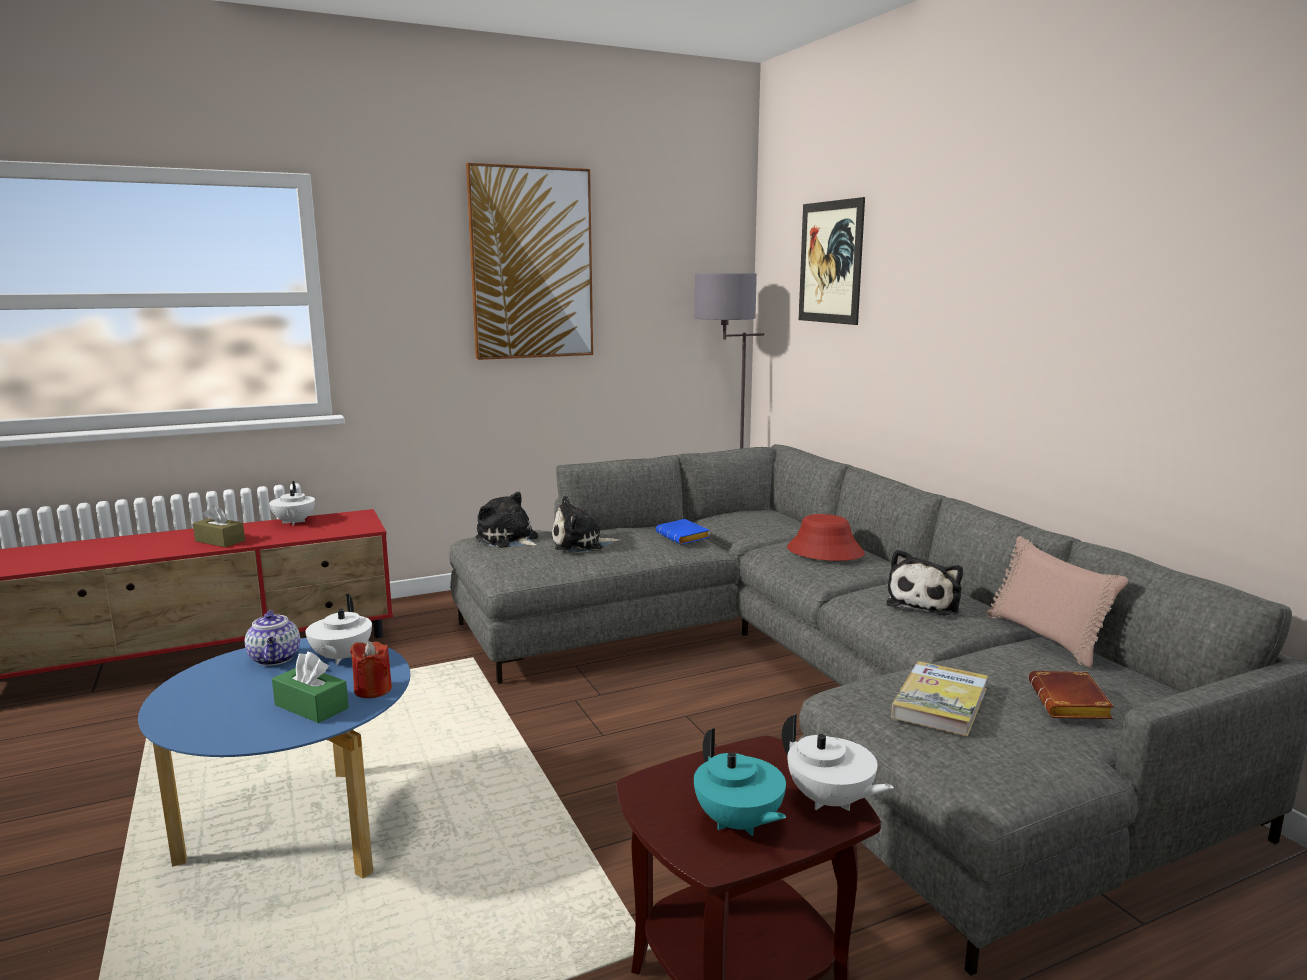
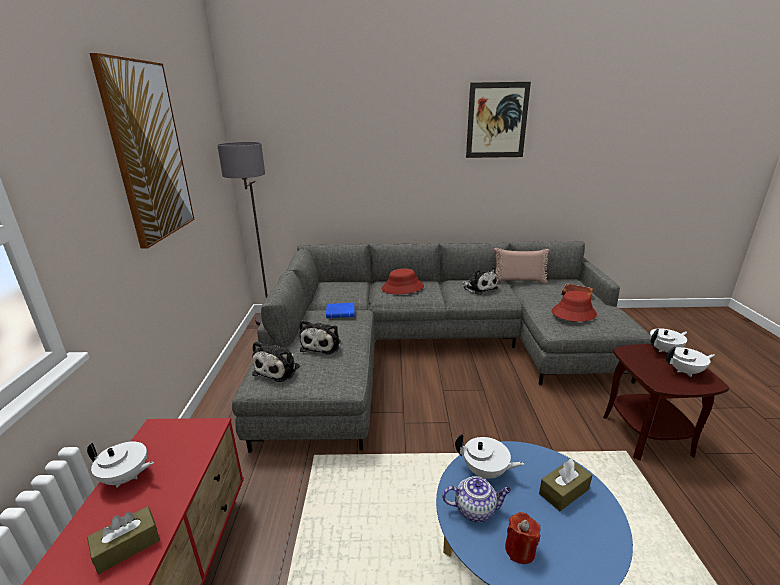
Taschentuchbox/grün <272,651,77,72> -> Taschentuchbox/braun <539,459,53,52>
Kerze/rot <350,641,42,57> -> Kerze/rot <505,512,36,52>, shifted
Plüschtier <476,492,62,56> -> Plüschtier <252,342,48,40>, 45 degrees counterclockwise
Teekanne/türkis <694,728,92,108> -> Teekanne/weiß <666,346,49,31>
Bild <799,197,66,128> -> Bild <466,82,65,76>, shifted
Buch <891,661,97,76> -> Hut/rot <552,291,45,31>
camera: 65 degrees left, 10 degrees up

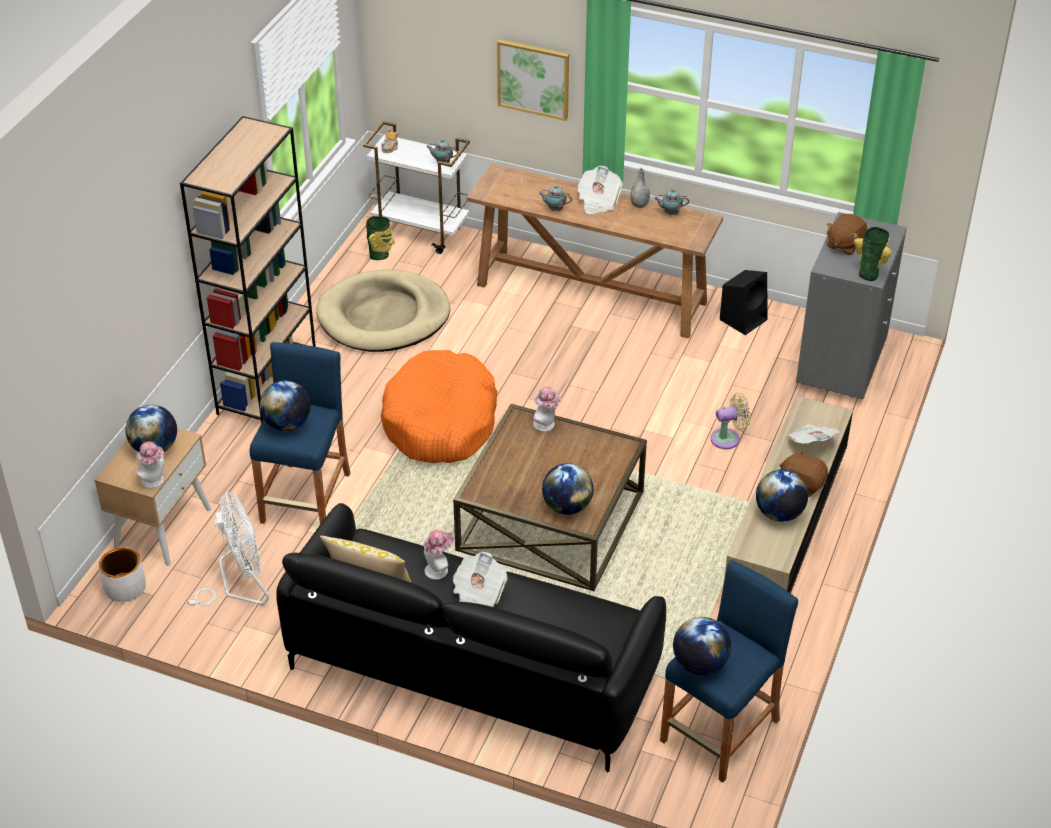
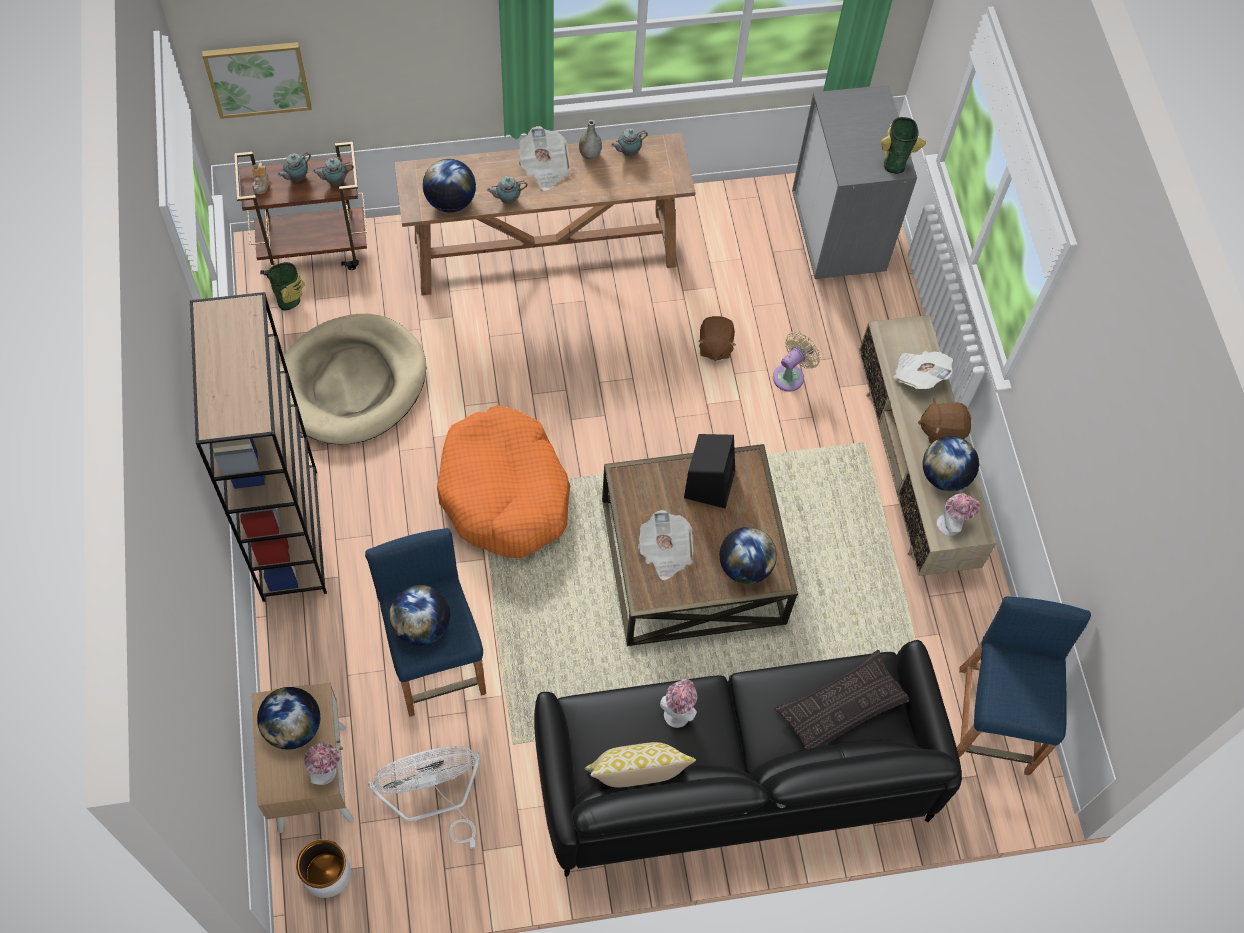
Ventilator/weiß <187,492,82,114> -> Ventilator/weiß <368,746,112,104>, 60 degrees counterclockwise
Rollwagen/weiß <363,121,107,133> -> Rollwagen/braun <234,142,133,137>
Zeitung <453,552,54,55> -> Zeitung <638,510,55,70>, shifted
Bild <497,39,72,82> -> Bild <202,42,110,77>, shifted
Hut <533,387,29,45> -> Hut <937,493,43,43>, shifted
Globus <673,617,58,58> -> Globus <423,159,53,53>, shifted
Lautsprecher/schwarz <720,270,48,65> -> Lautsprecher/schwarz <684,434,51,74>, shifted
Plüschtier/braun <826,214,41,41> -> Plüschtier/braun <698,316,38,45>, shifted
none -> Teekanne <278,152,33,29>
none -> Kissen <774,650,135,99>
camera: 35 degrees left, 20 degrees up

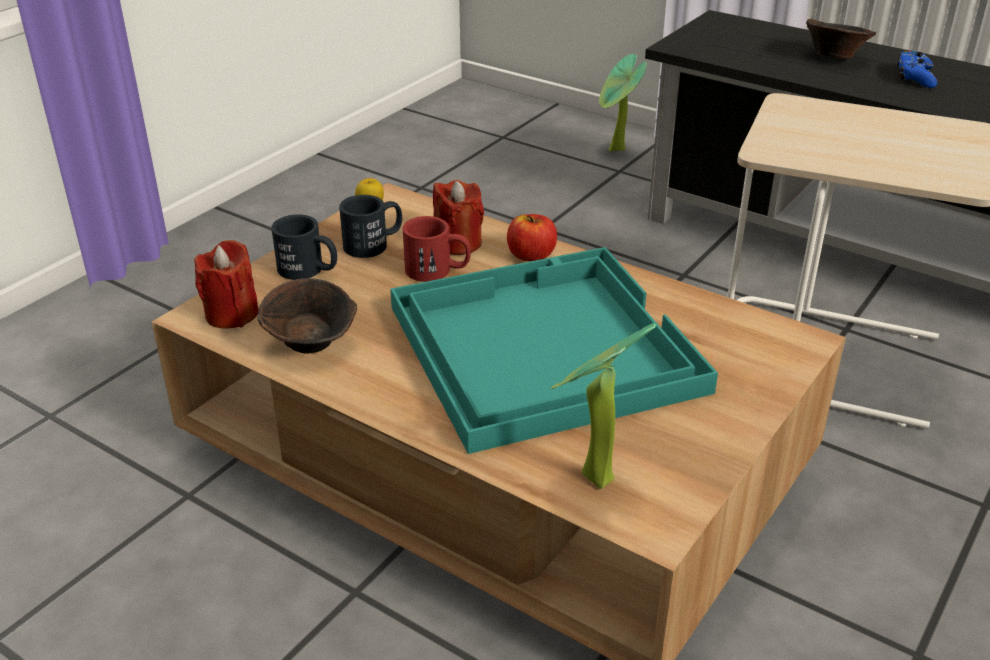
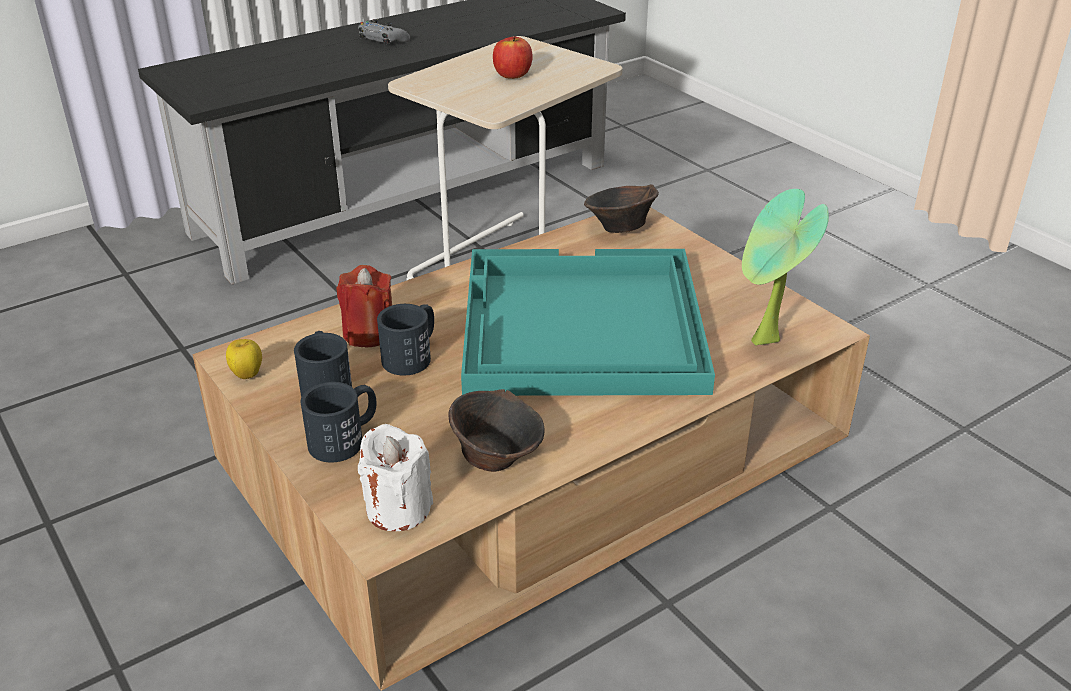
Kerze/rot <194,240,65,88> -> Kerze/weiß <358,424,75,107>
Henkelbecher/rot <402,216,69,66> -> Henkelbecher/schwarz <377,304,57,72>
Apfel <507,214,50,48> -> Apfel <493,36,40,43>, shifted
Topfpflanze <599,54,48,98> -> none
Schüssel/braun <806,19,70,40> -> Schüssel/braun <584,184,75,49>, shifted
Gamepad/blau <897,50,40,38> -> Gamepad/grau <358,19,52,26>
camera: 70 degrees left, 0 degrees up

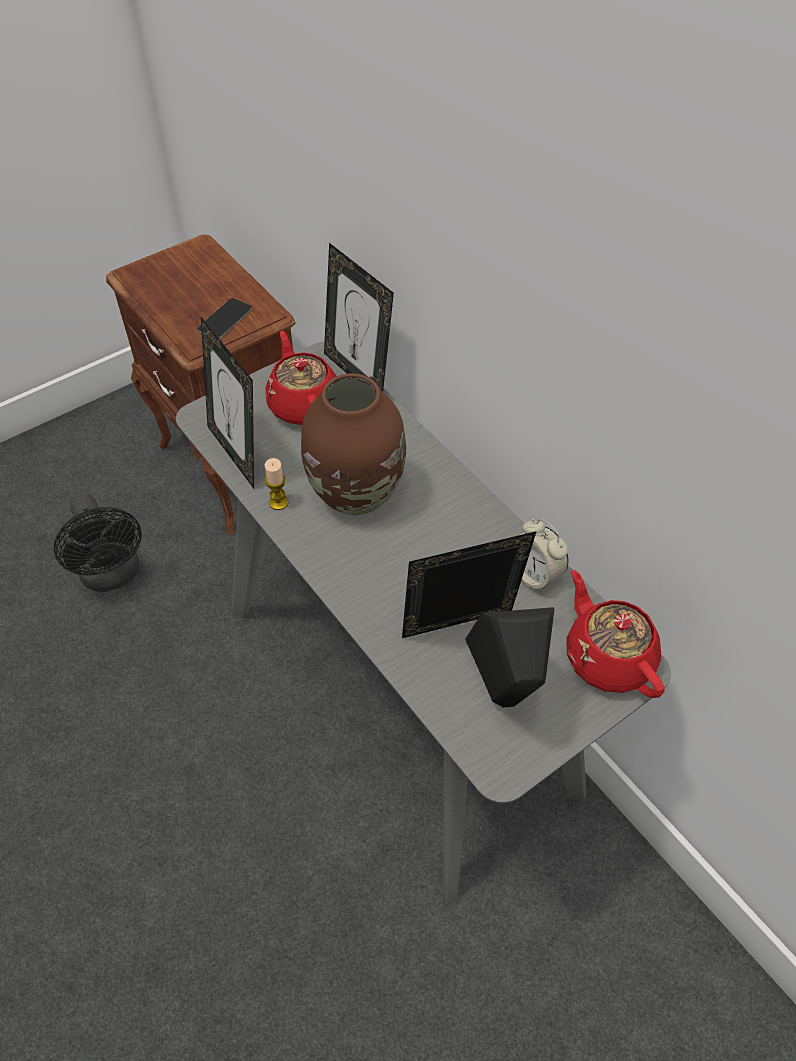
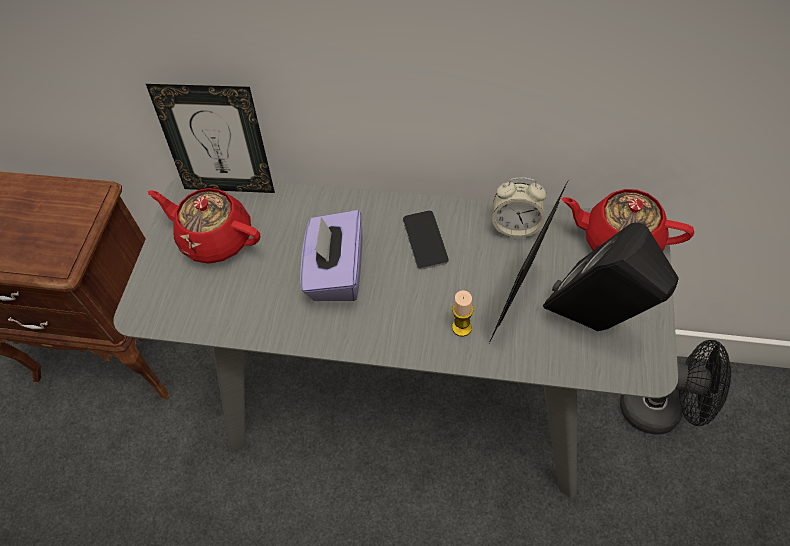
Ventilator/schwarz <54,494,88,98> -> Ventilator/schwarz <620,340,111,94>, shifted
Handy <197,298,55,41> -> Handy <403,211,46,58>, shifted
Bilderrahmen <201,317,53,172> -> none
Kerze <265,458,23,52> -> Kerze <452,290,22,47>, shifted
Vase/braun <301,373,105,142> -> Taschentuchbox/lila <300,210,62,91>
camera: 40 degrees left, 5 degrees up

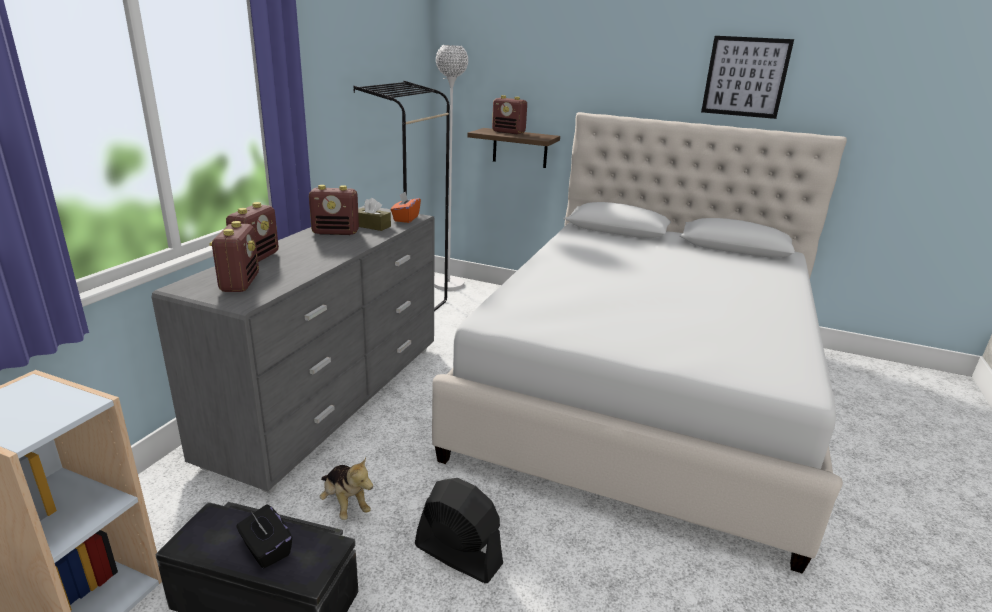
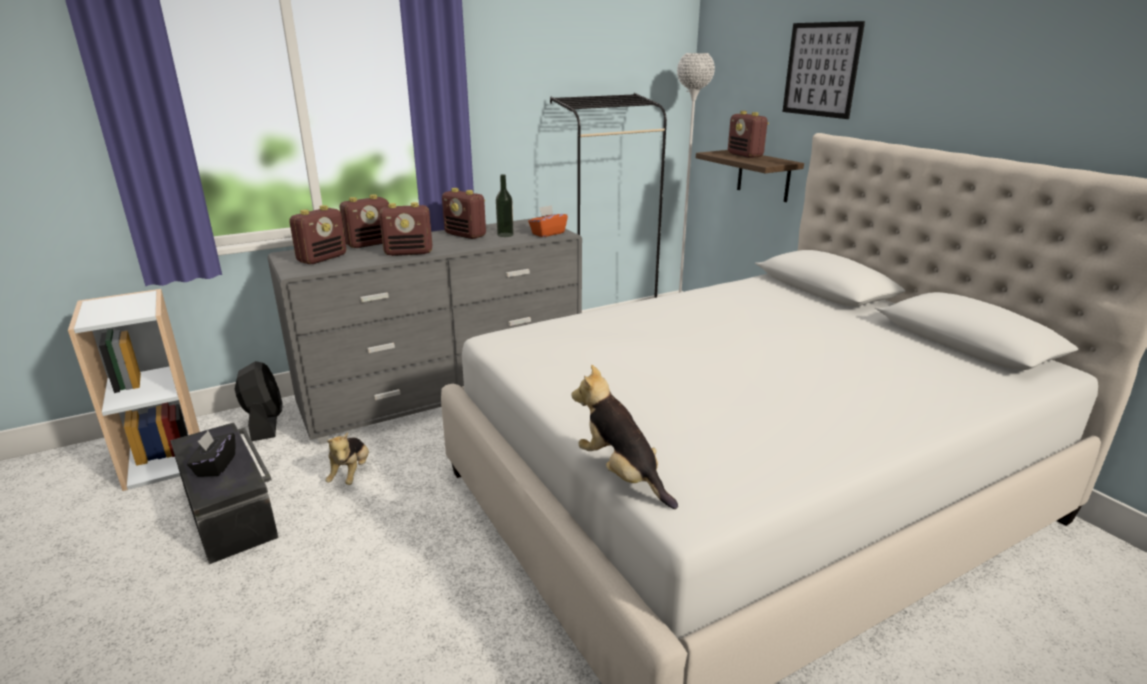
Taschentuchbox/braun <358,198,33,33> -> Flasche <496,174,18,63>
Ventilator/schwarz <415,478,88,105> -> Ventilator/schwarz <235,361,48,80>, shifted
Bild <701,36,93,83> -> Bild <782,21,83,98>, shifted
none -> Radio <379,202,53,54>
none -> Plüschtier <571,365,107,144>
camera: 40 degrees right, 0 degrees up

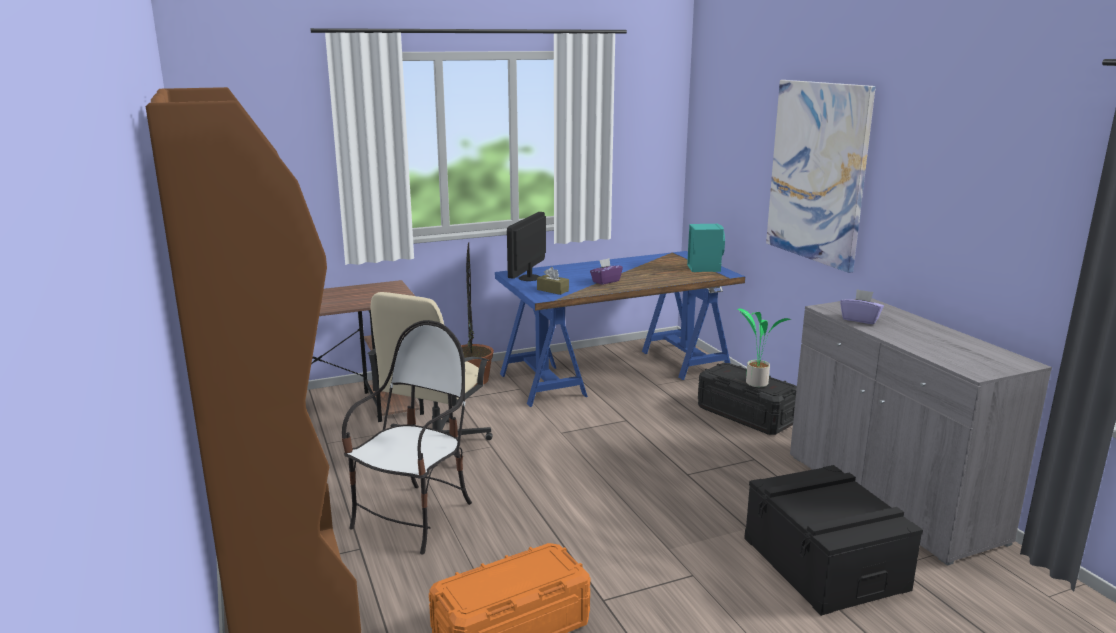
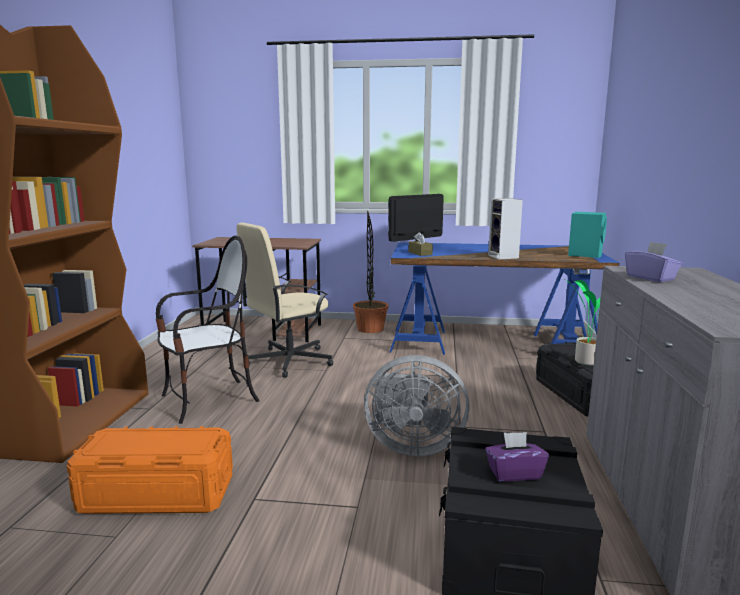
Taschentuchbox/lila <590,258,33,27> -> Taschentuchbox/lila <485,432,64,50>, shifted
Bild <766,80,110,193> -> none
none -> Ventilator/grau <364,355,106,101>
none -> Lautsprecher <488,198,35,61>
camera: 30 degrees right, 5 degrees down

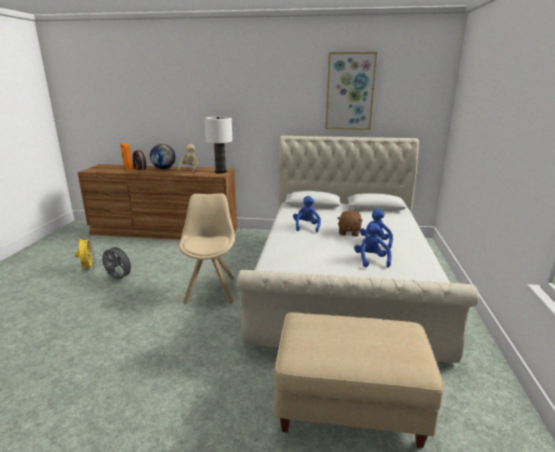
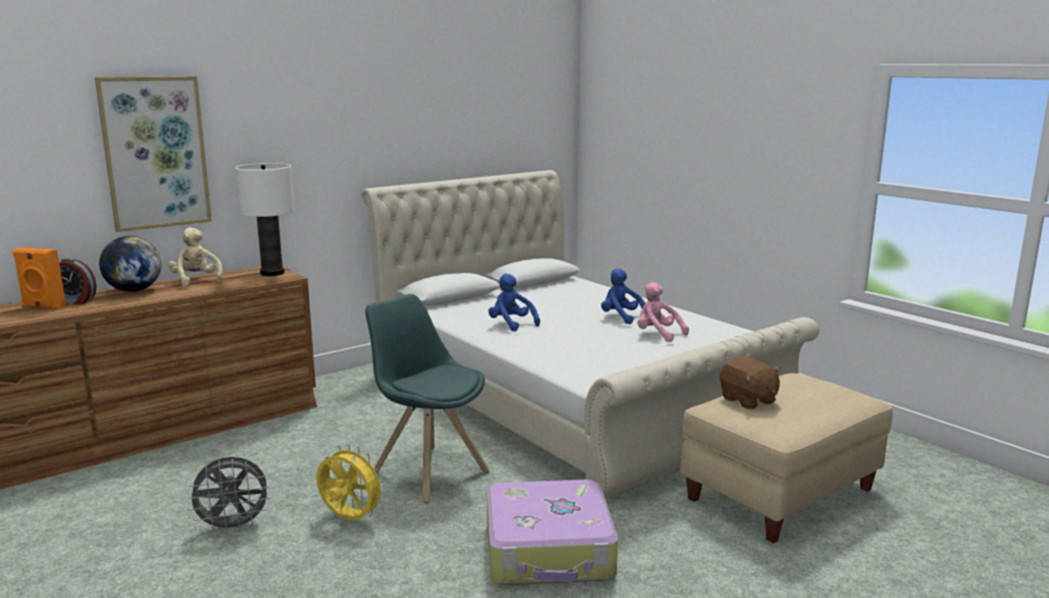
Ventilator/gelb <75,236,20,33> -> Ventilator/gelb <316,444,71,76>, shifted
Stuhl/beige <178,193,57,111> -> Stuhl/türkis <365,294,124,209>
Bild <326,52,51,78> -> Bild <95,76,117,156>, shifted
Plüschtier/braun <338,210,24,26> -> Plüschtier/braun <720,357,61,53>, shifted
Plüschtier/blau <354,223,38,45> -> Plüschtier/rosa <637,282,52,60>
none -> Koffer <487,480,131,105>
camera: 45 degrees left, 5 degrees down

